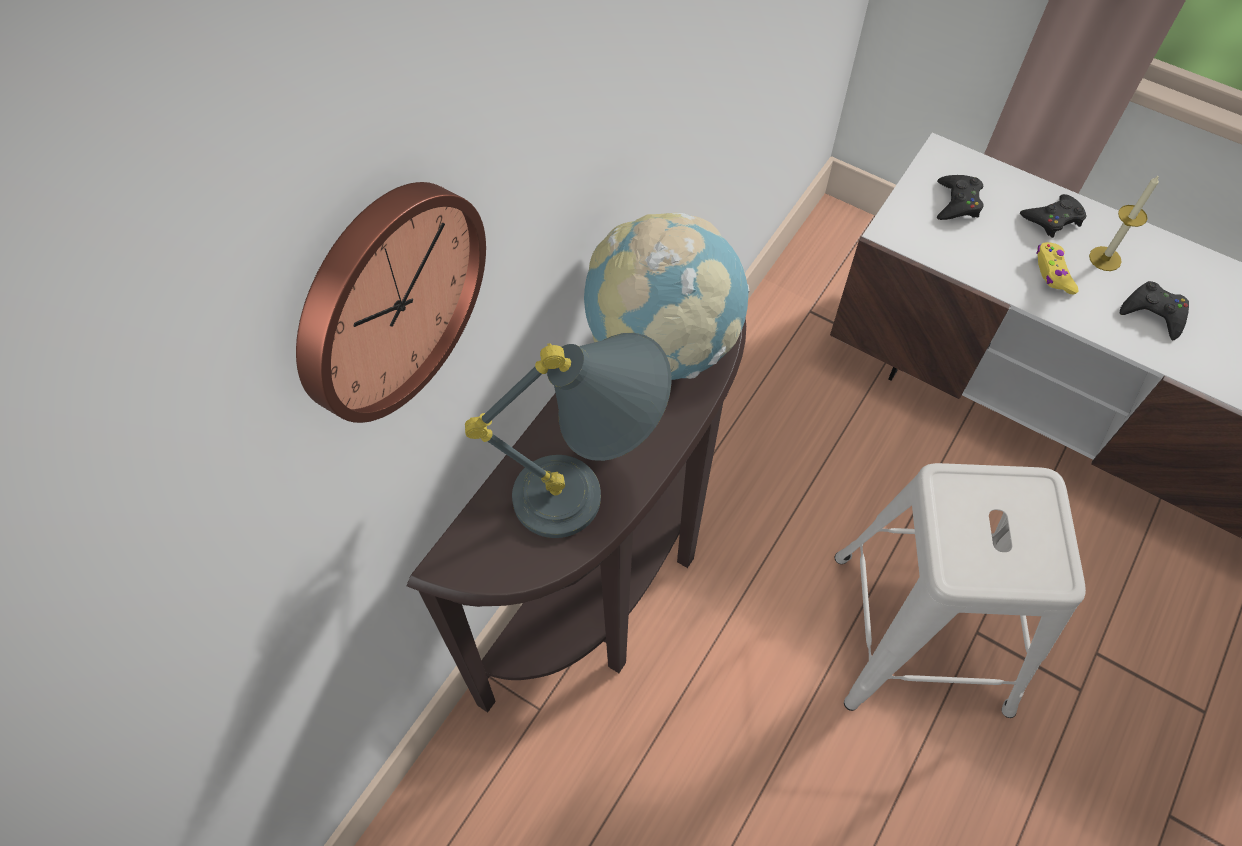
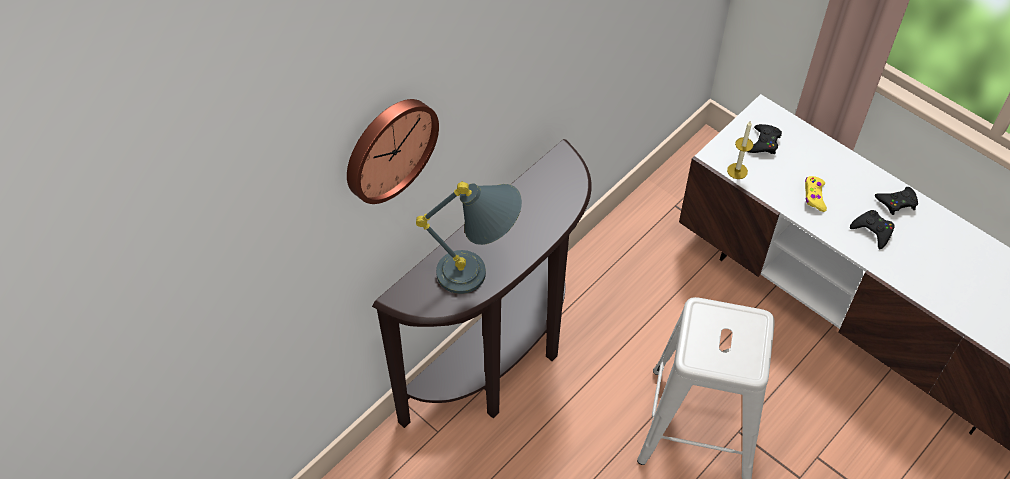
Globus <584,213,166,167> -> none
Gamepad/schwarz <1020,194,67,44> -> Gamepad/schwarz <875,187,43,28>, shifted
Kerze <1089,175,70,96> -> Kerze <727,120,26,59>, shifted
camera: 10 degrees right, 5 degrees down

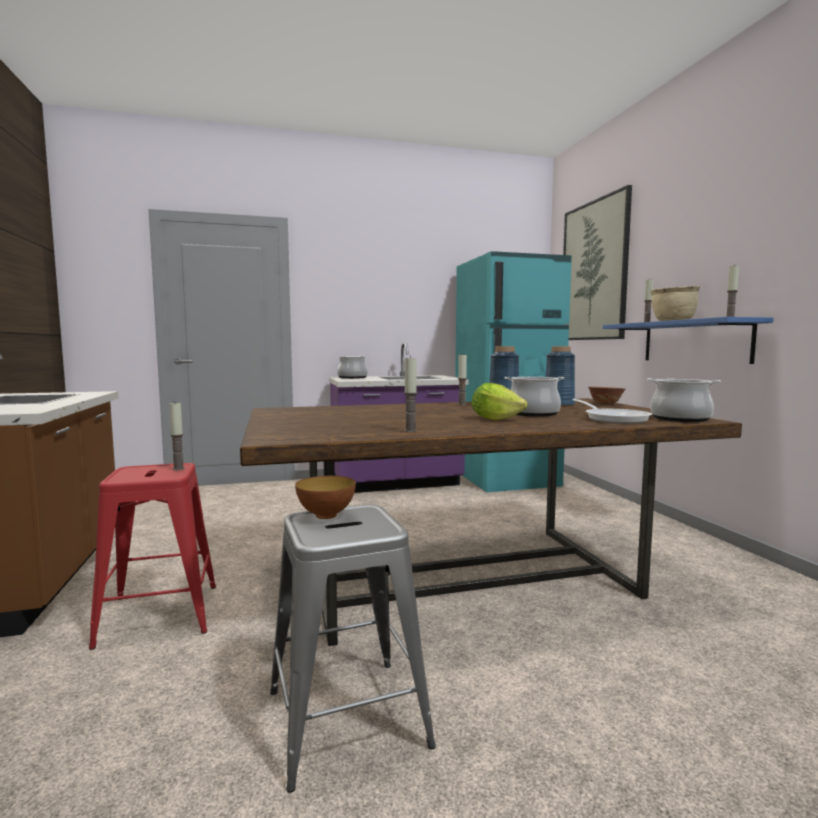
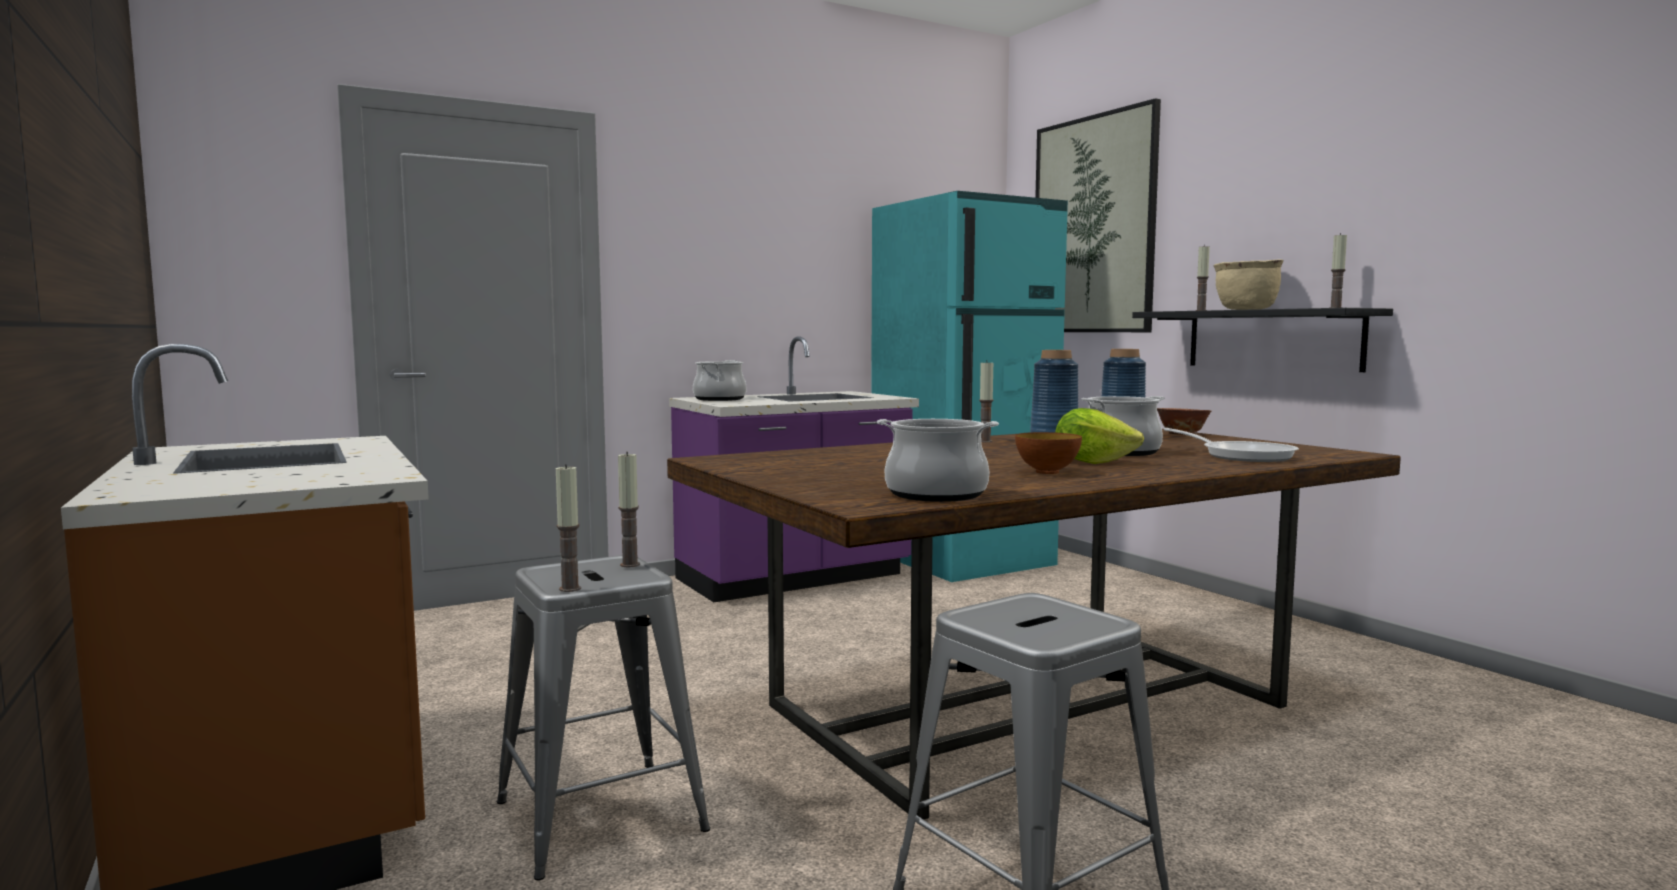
Hocker/rot <89,463,127,187> -> Hocker/grau <497,555,213,326>
Schüssel <295,476,61,43> -> Schüssel <1015,432,67,42>, shifted
Kerze <404,356,13,76> -> Kerze <556,464,25,128>, shifted
Wandregal/blau <603,317,171,47> -> Wandregal/schwarz <1132,308,261,64>
Kochtopf <647,378,74,44> -> Kochtopf <877,419,122,83>, shifted
camera: 15 degrees left, 0 degrees up

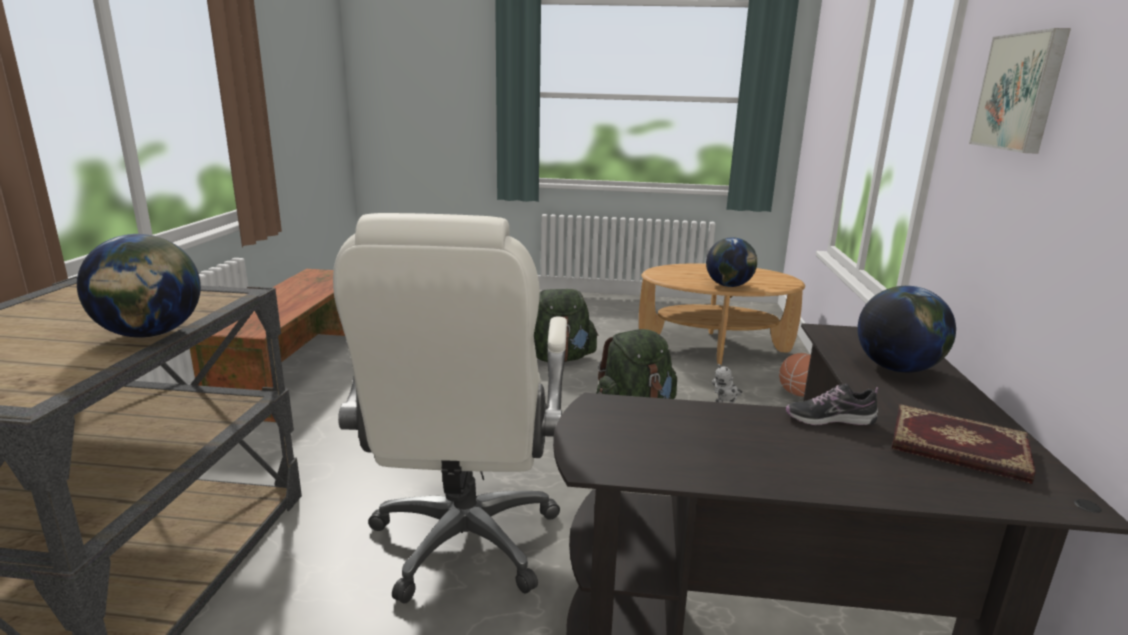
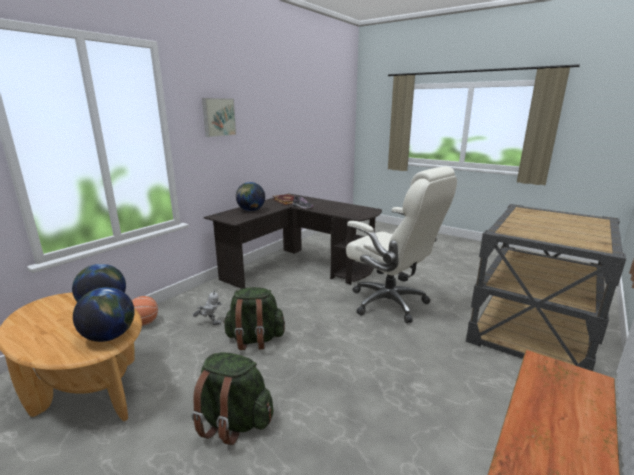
Globus <77,234,124,104> -> Globus <73,287,62,55>, shifted
Bürostuhl/weiß <333,213,234,391> -> Bürostuhl/weiß <346,166,111,157>, 105 degrees clockwise
camera: 150 degrees left, 0 degrees up

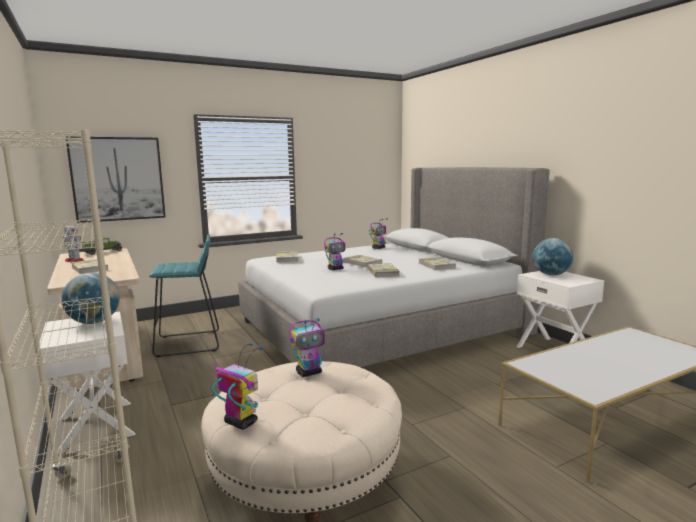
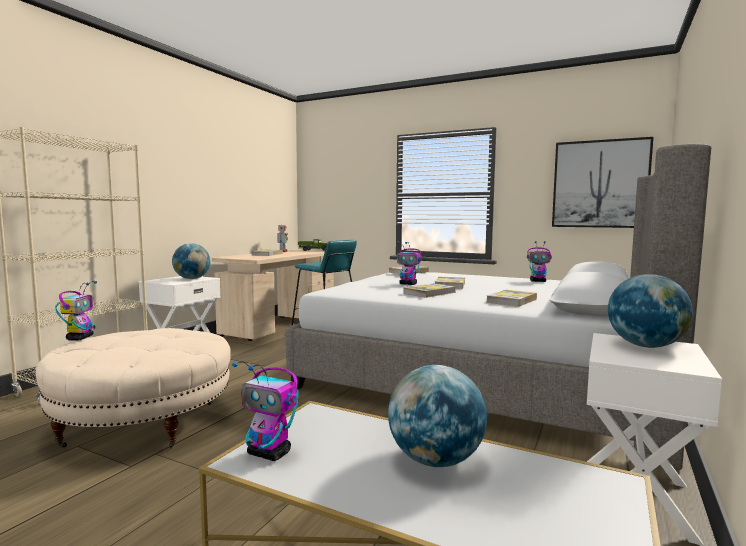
Bild <65,136,101,87> -> Bild <552,137,102,91>, shifted
Spielzeugroboter <290,318,35,59> -> Spielzeugroboter <232,361,67,100>, shifted
none -> Globus <388,365,99,102>
camera: 55 degrees right, 5 degrees down

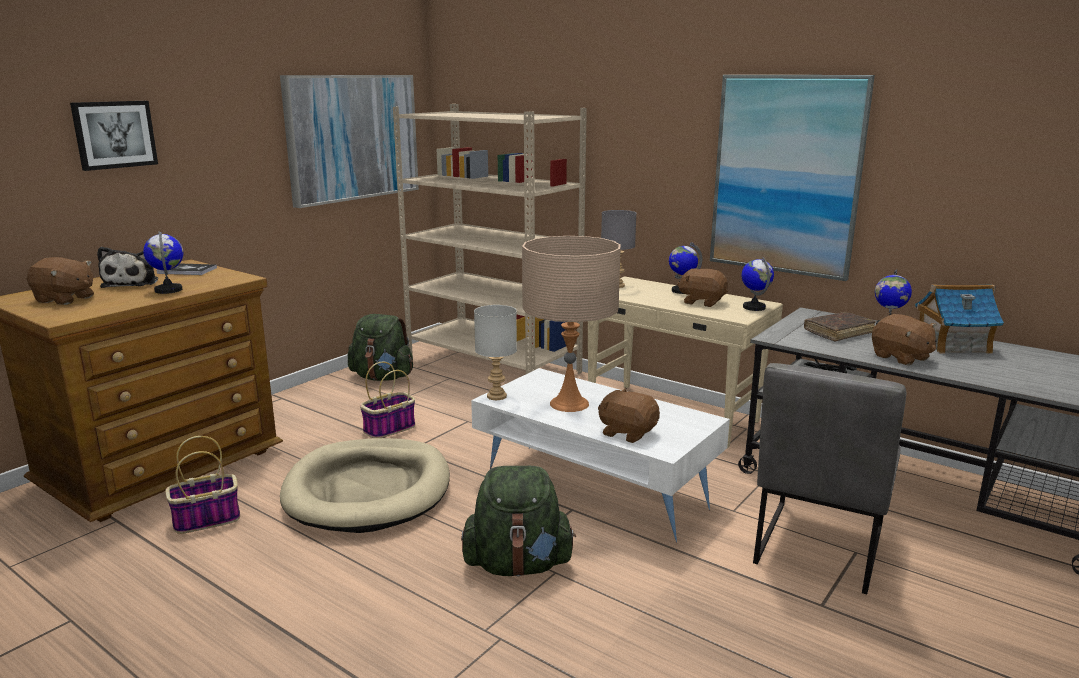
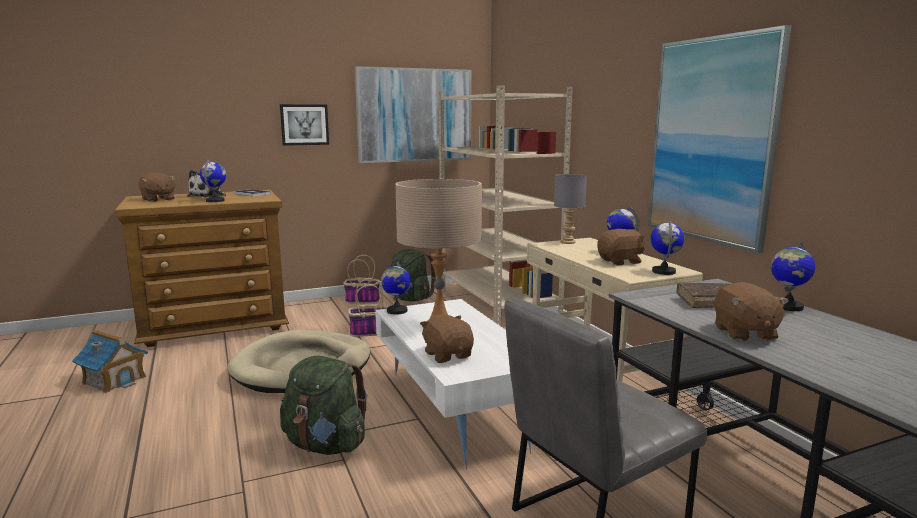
Bild <70,101,88,70> -> Bild <280,104,49,42>, shifted
Korb <165,436,75,98> -> Korb <344,255,36,49>, shifted
Tischlampe/grau <474,305,43,95> -> Globus <381,262,29,53>
Plüschtier/braun <677,269,51,38> -> Plüschtier/braun <597,229,48,36>, 105 degrees clockwise
Spielzeughaus <915,284,89,70> -> Spielzeughaus <72,330,76,63>, shifted
camera: 30 degrees right, 5 degrees down

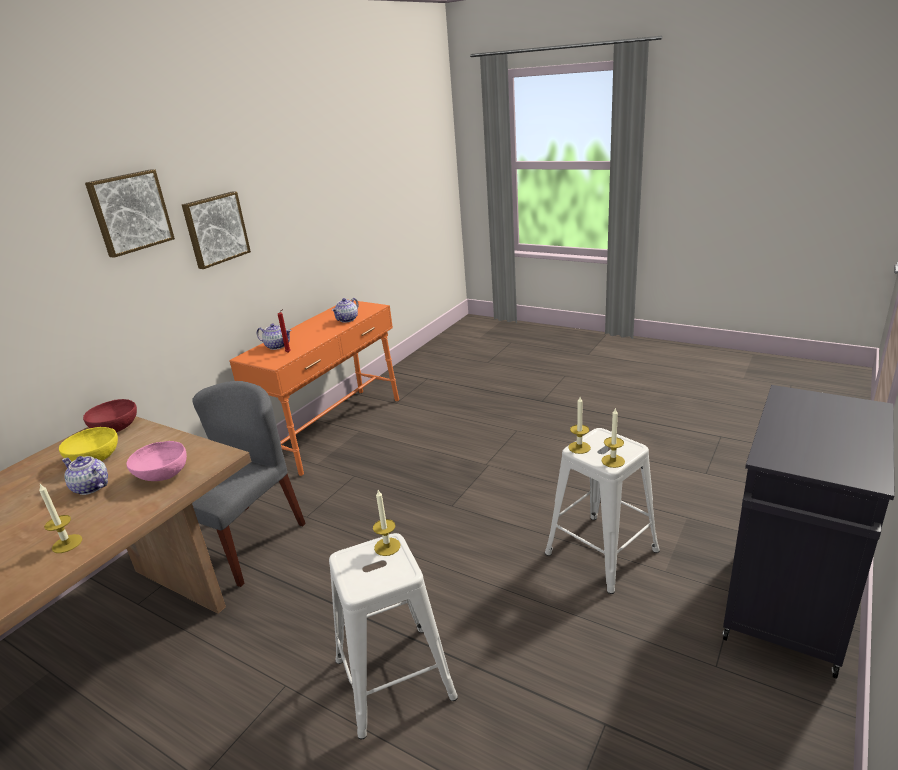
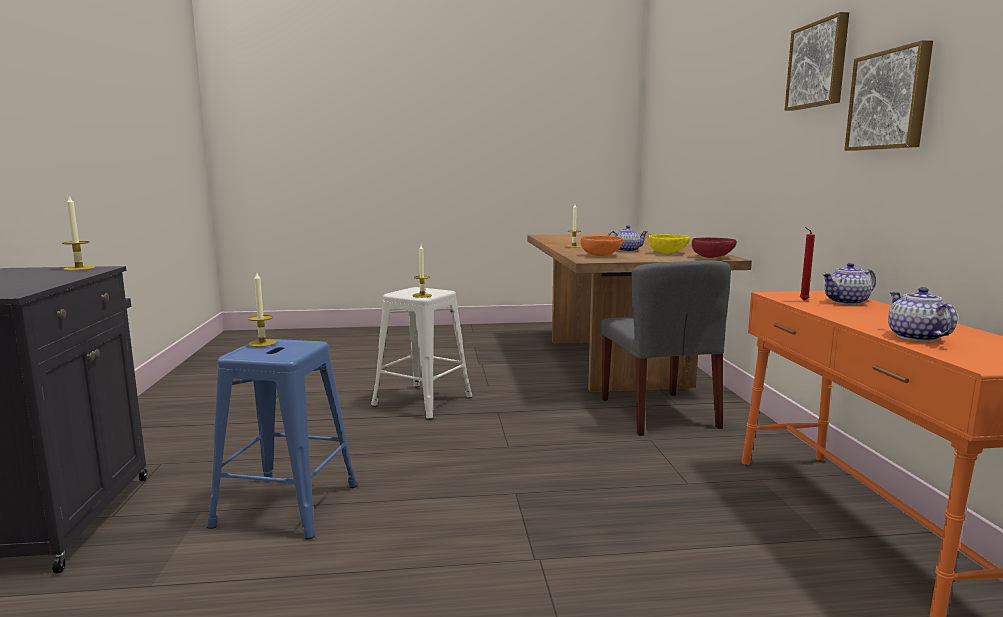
Schüssel/rosa <126,441,61,40> -> Schüssel/orange <581,236,43,20>
Hocker/weiß <545,428,115,166> -> Hocker/blau <206,339,152,200>
Kerze <568,397,23,57> -> Kerze <62,195,33,76>, shifted
camera: 140 degrees right, 15 degrees down

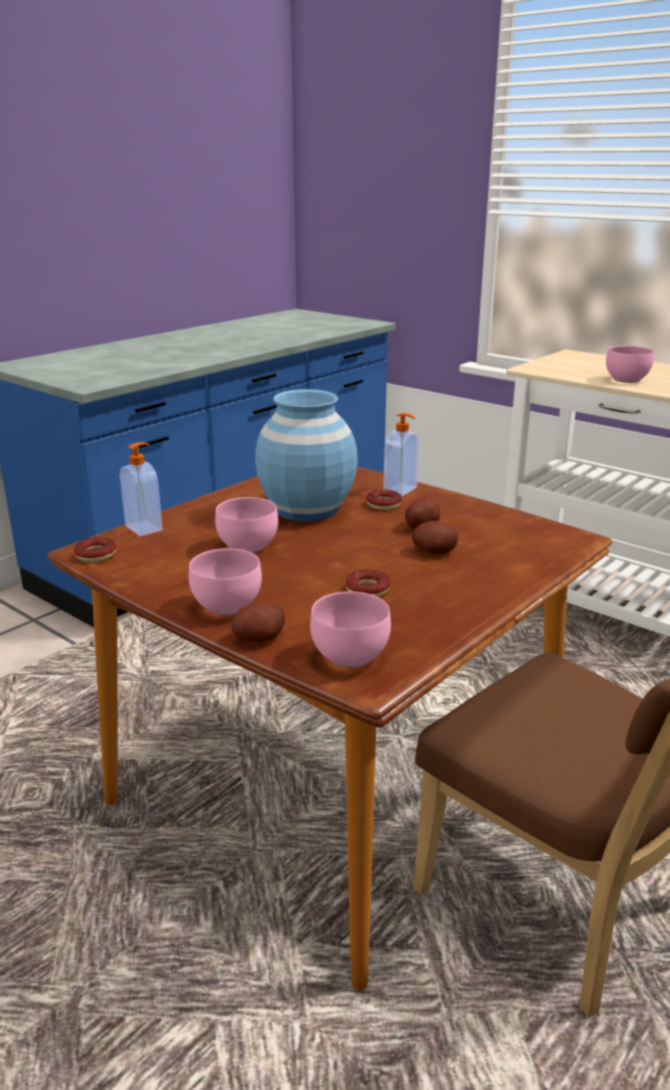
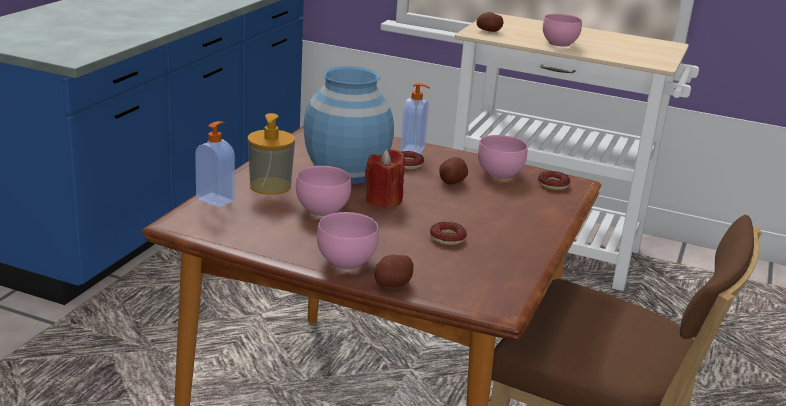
Donut <74,537,42,25> -> Donut <538,171,32,19>, shifted
Schüssel/rosa <310,591,81,77> -> Schüssel/rosa <478,135,49,44>, shifted
Kartoffel <412,521,46,33> -> Kartoffel <477,12,26,20>, shifted
none -> Seifenspender <248,113,47,82>
none -> Kerze/rot <365,149,40,59>
camera: 20 degrees left, 0 degrees up

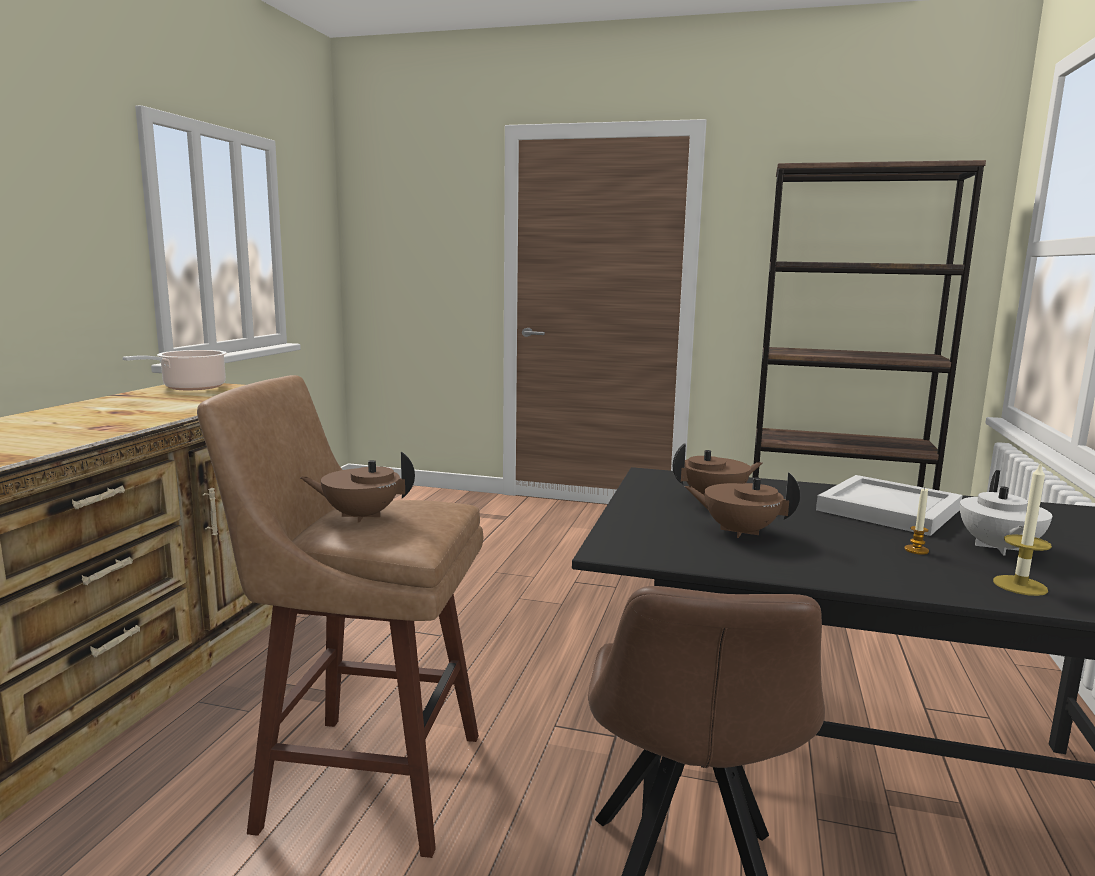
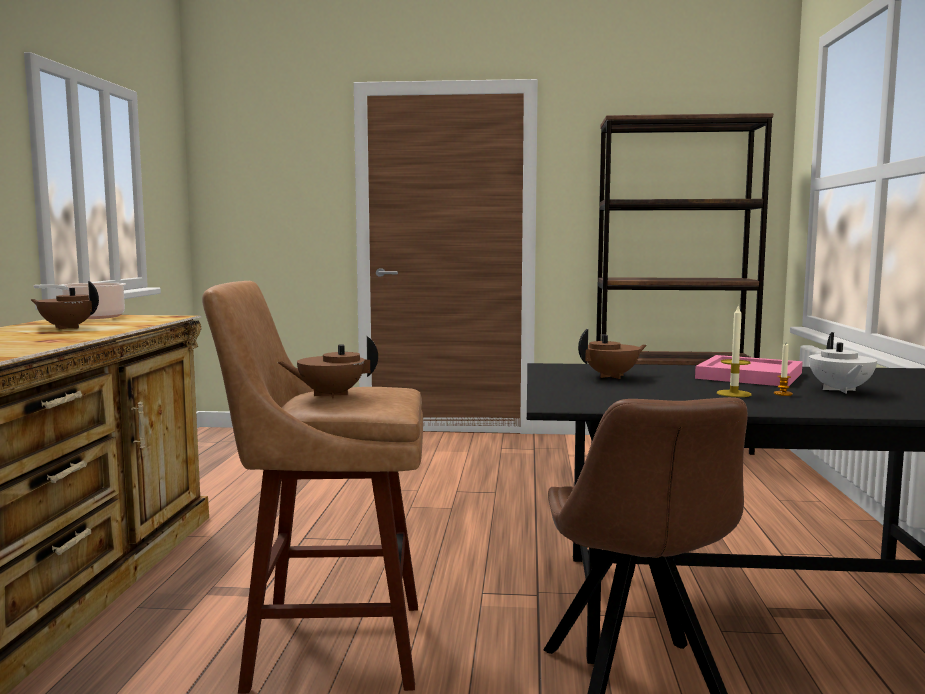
Teekanne/braun <684,472,116,66> -> Teekanne/braun <30,281,69,48>, shifted
Tablett/weiß <816,475,146,61> -> Tablett/rosa <695,355,108,31>
Kerze <993,463,59,133> -> Kerze <717,304,35,93>, shifted
camera: 10 degrees left, 5 degrees down

